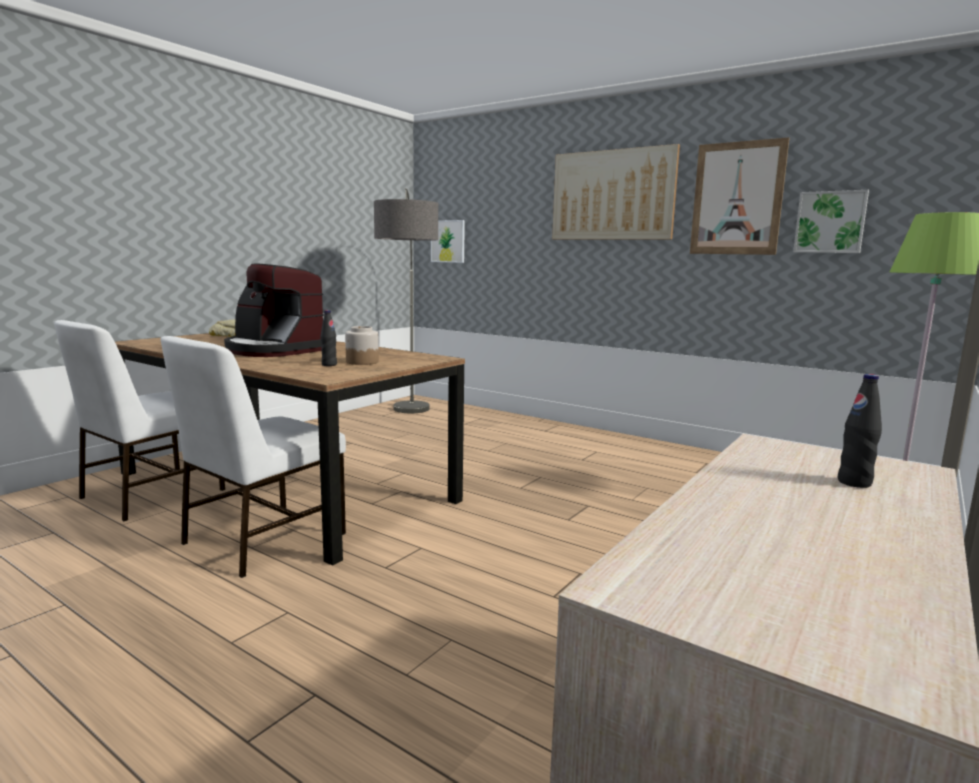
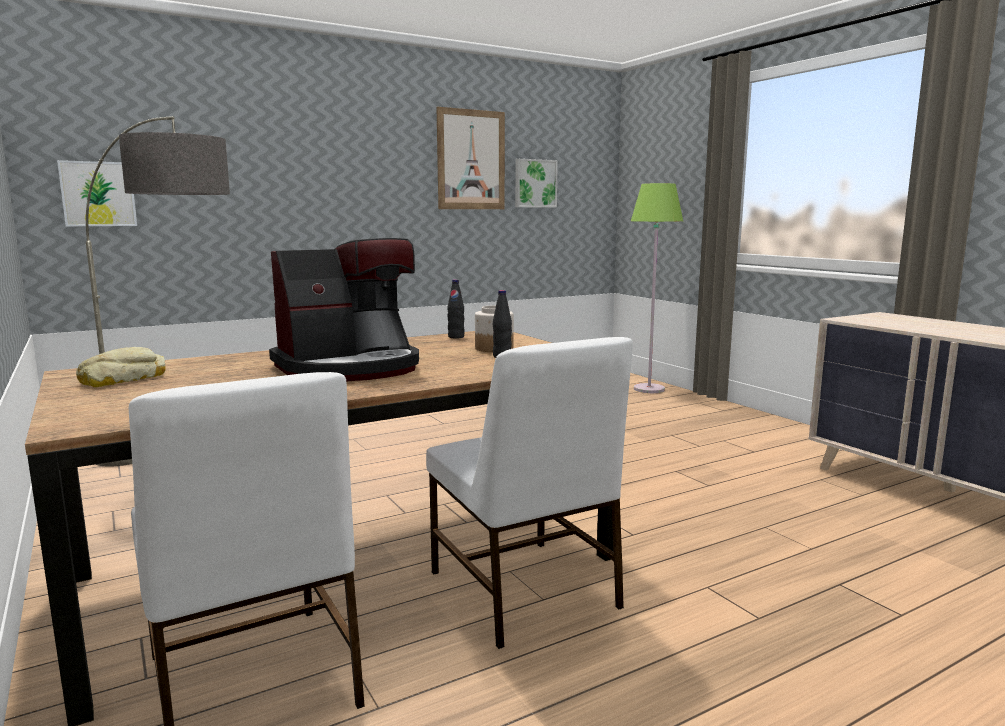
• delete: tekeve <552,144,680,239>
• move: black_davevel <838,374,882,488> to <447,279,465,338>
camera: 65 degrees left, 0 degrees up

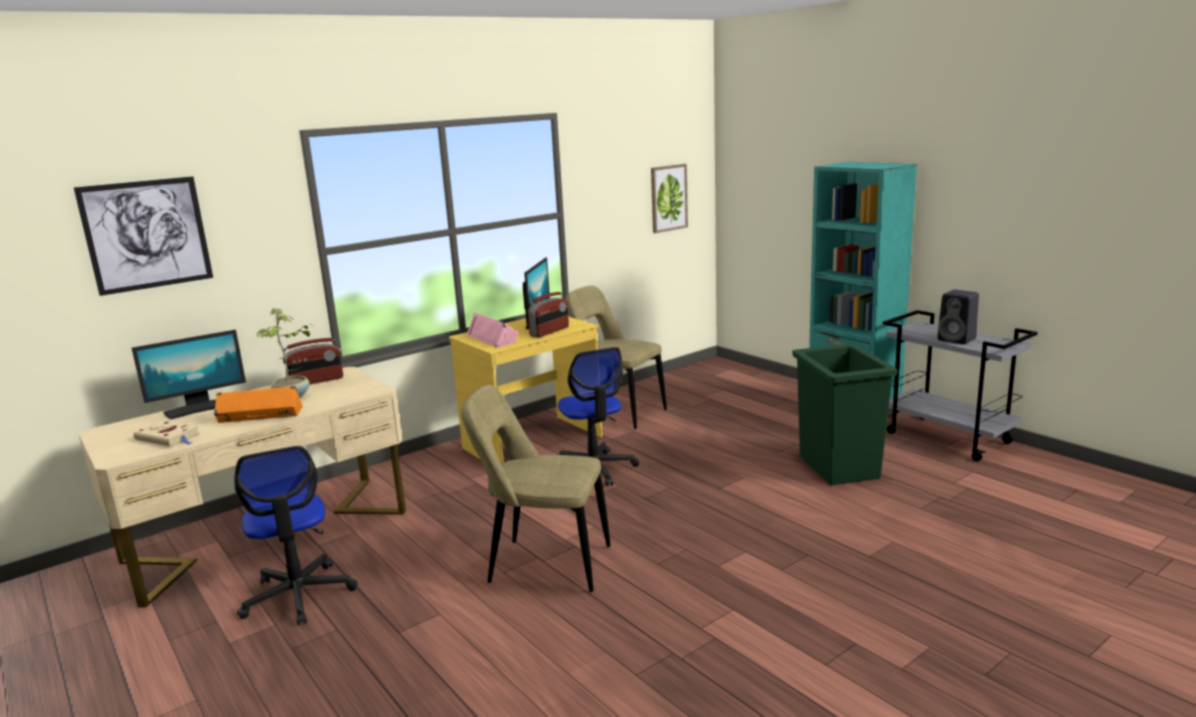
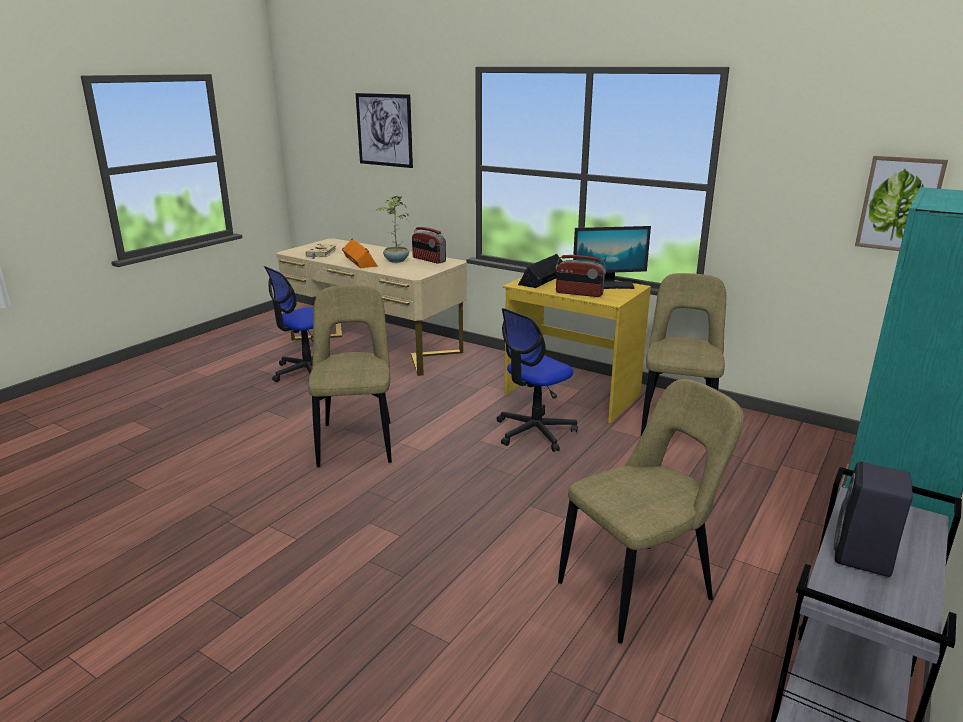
• delete: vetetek <132,330,246,420>
• replace: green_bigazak <792,344,897,485> to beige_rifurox <558,379,744,644>
• recolor: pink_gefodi <466,312,519,348> to black_gefodi <518,254,563,288>
camera: 70 degrees right, 5 degrees up

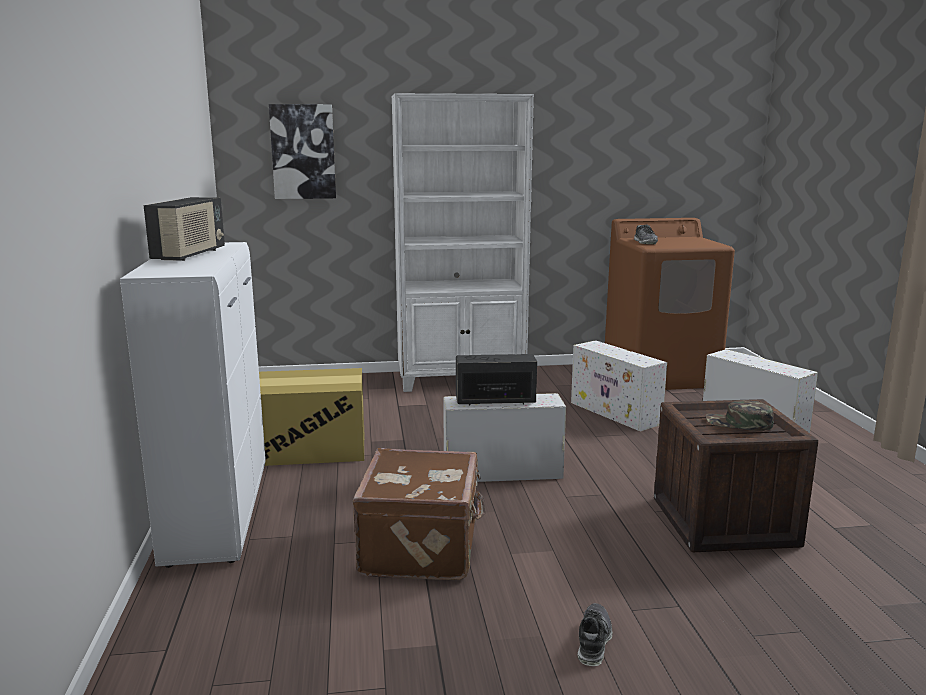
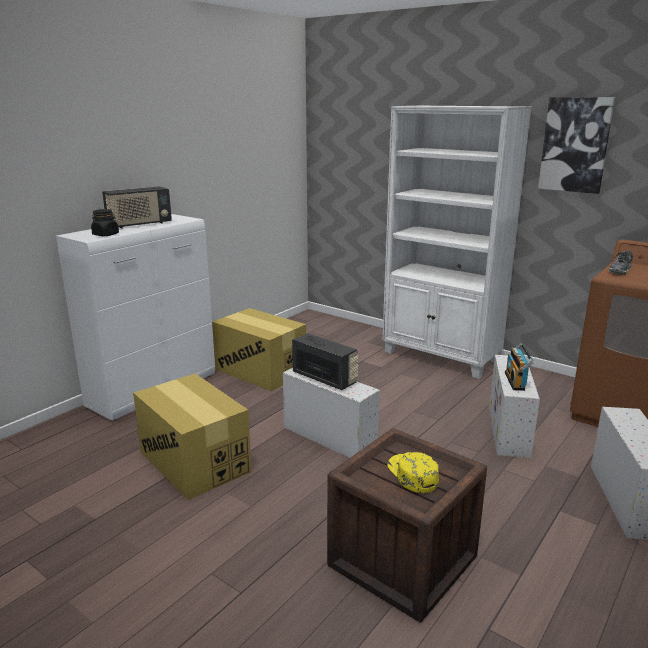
• delete: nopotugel <577,603,613,666>
• insert: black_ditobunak <91,209,119,236>
• insert: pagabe <505,343,534,391>
• move: tekeve <269,104,336,199> to <538,97,615,194>
• replace: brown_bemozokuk <352,448,485,580> to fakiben <133,374,252,500>
• recolor: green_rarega <706,400,774,431> to yellow_rarega <387,452,439,493>
camera: 45 degrees right, 5 degrees up

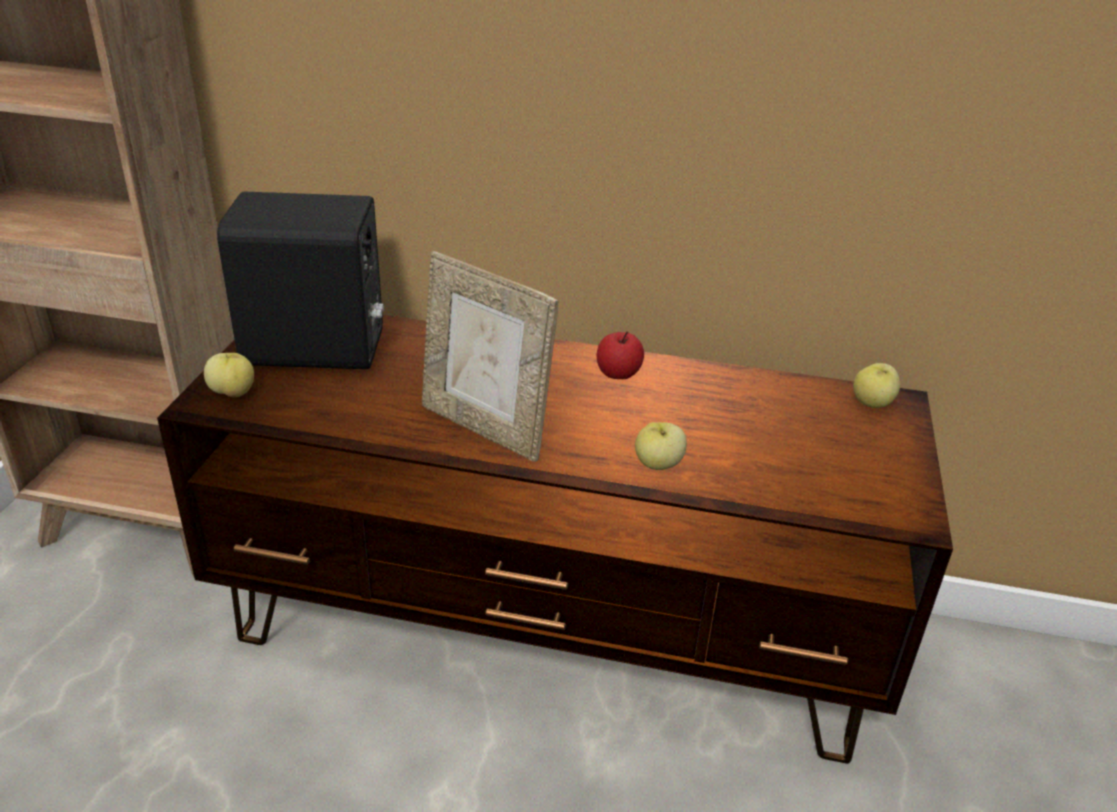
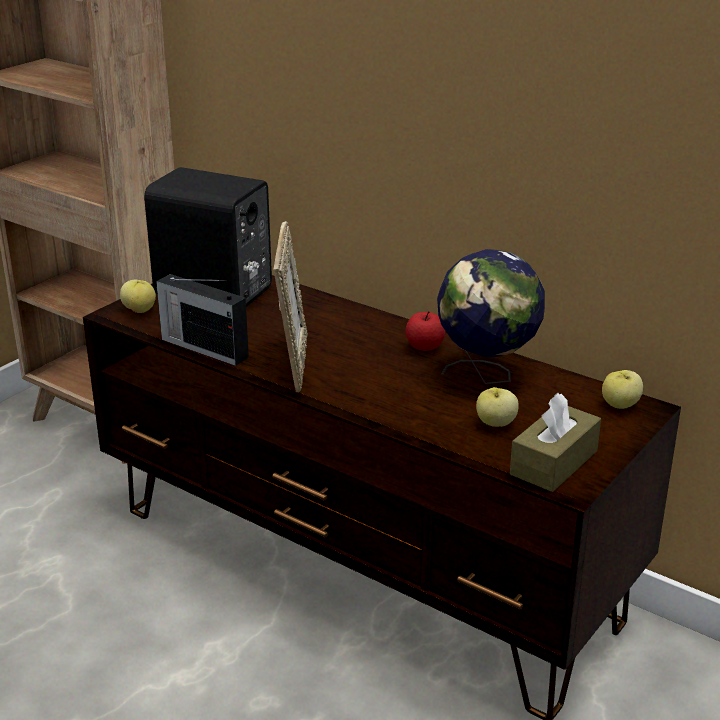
• insert: pagabe <156,274,249,366>
• insert: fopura <437,249,545,384>
• insert: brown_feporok <510,393,601,492>
• move: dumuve <635,422,687,470> to <476,387,519,427>
• rotate: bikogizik <422,251,559,462> = <273,221,308,392> 150 degrees counterclockwise
camera: 25 degrees right, 5 degrees down

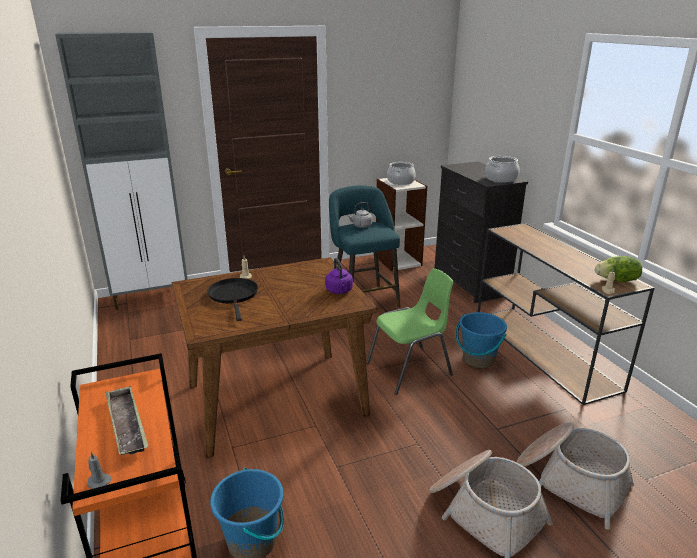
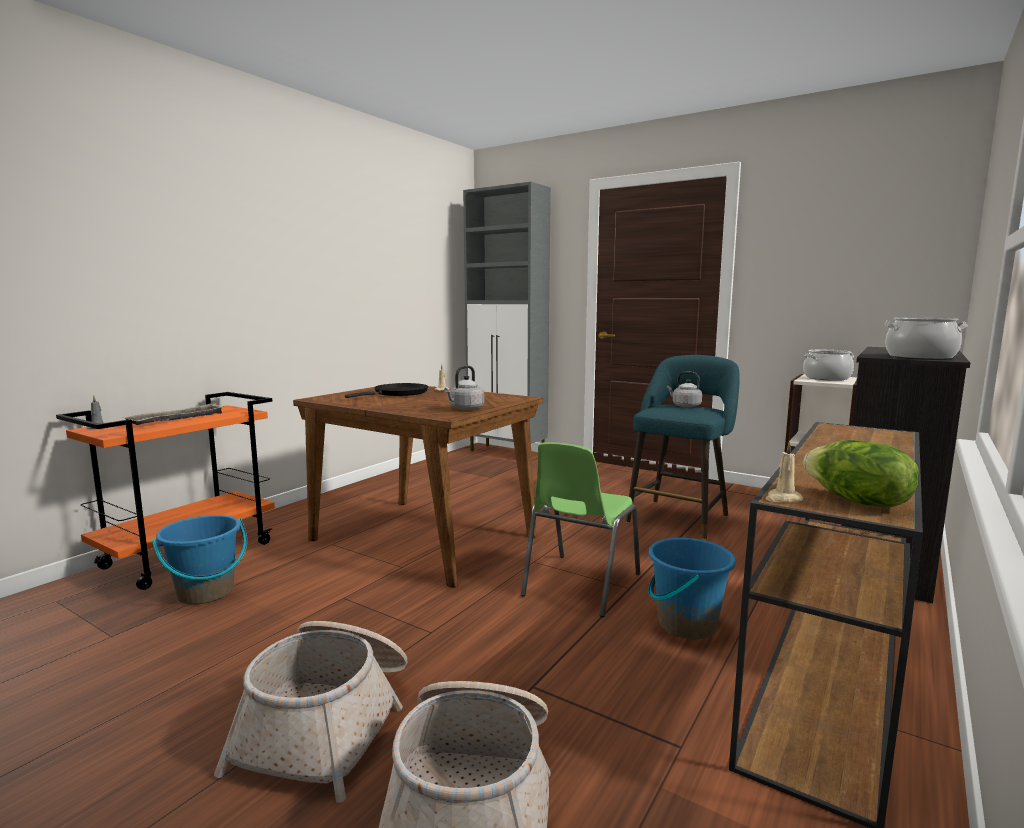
• recolor: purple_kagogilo <325,258,353,294> to grey_kagogilo <444,366,484,410>
• rotate: green_rifurox <366,268,454,395> = <521,442,640,617> 90 degrees clockwise
camera: 55 degrees right, 15 degrees down

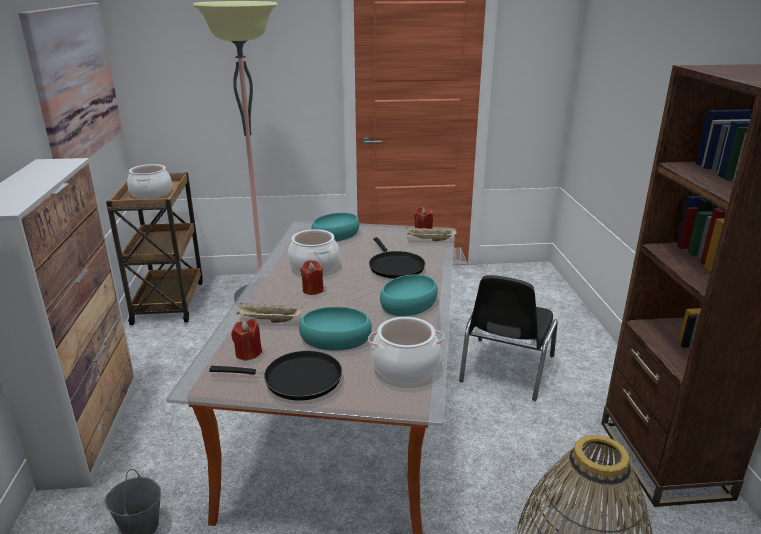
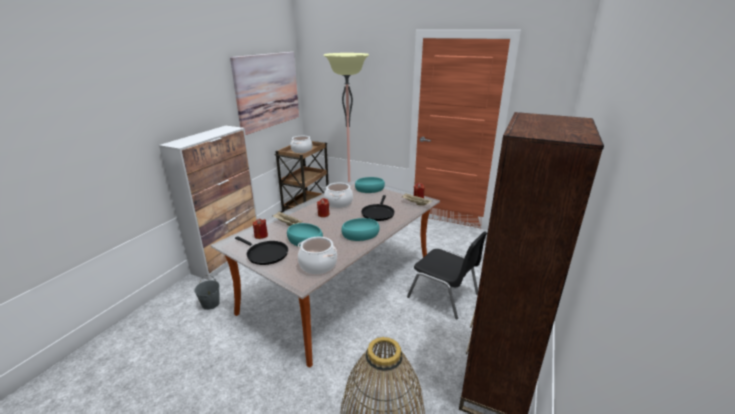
• rotate: black_rifurox <459,275,558,401> = <407,231,487,319> 105 degrees counterclockwise
camera: 30 degrees right, 0 degrees up

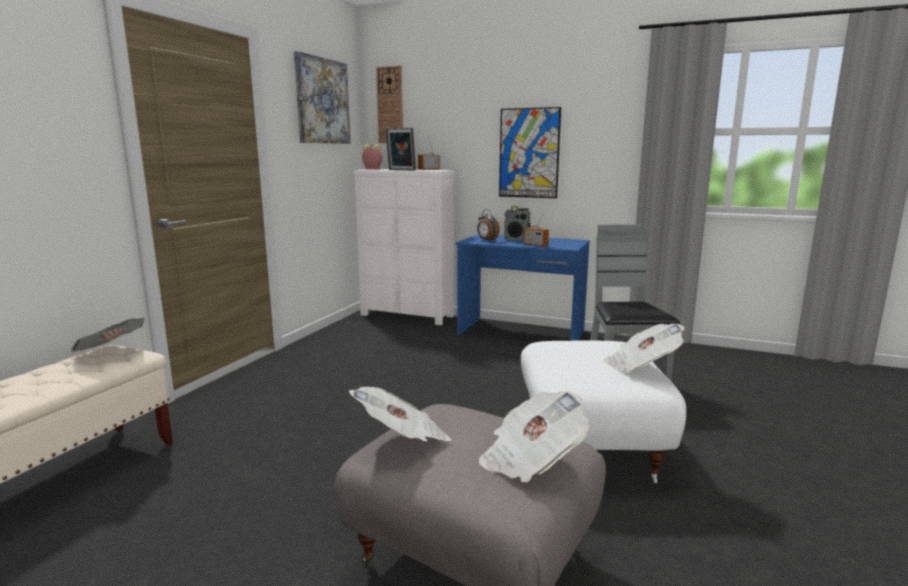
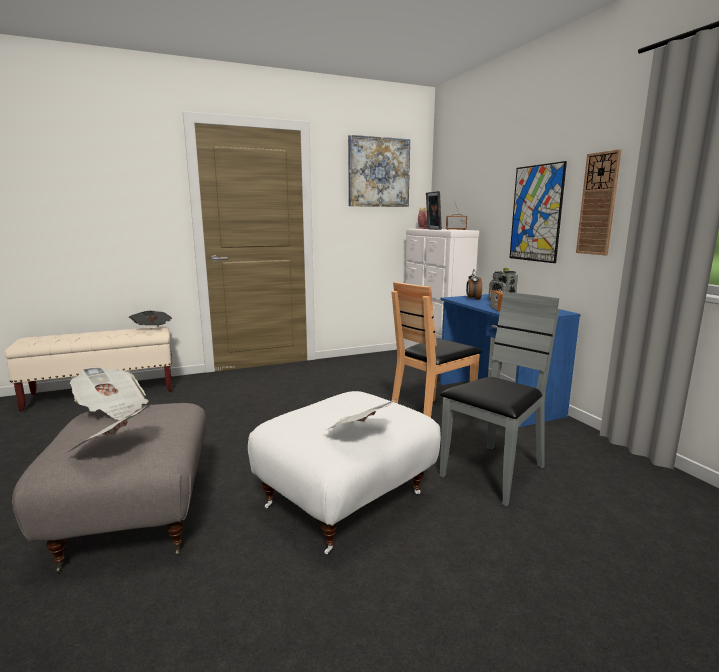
• insert: brown_rifurox <391,282,482,418>
• move: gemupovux <376,65,403,143> to <576,149,622,255>
camera: 45 degrees right, 0 degrees up

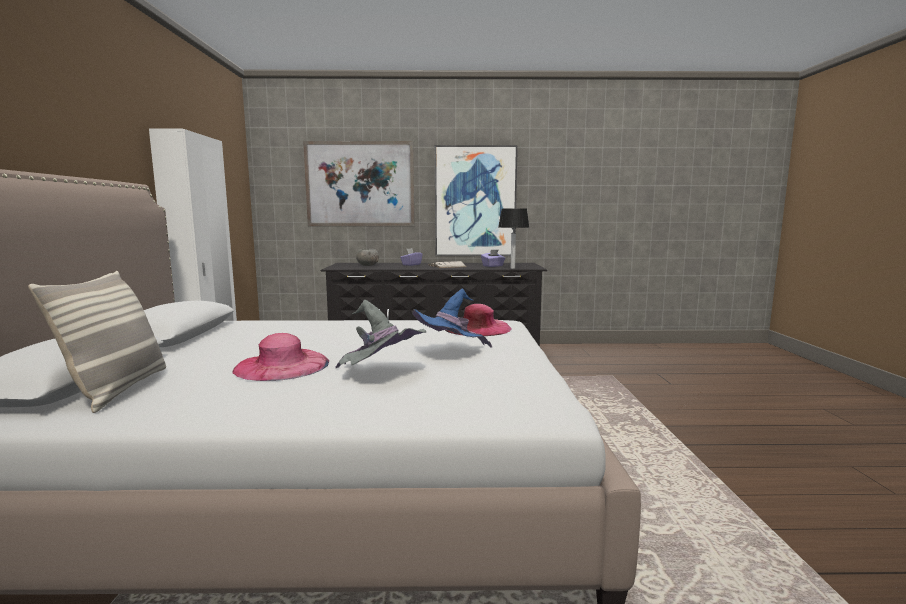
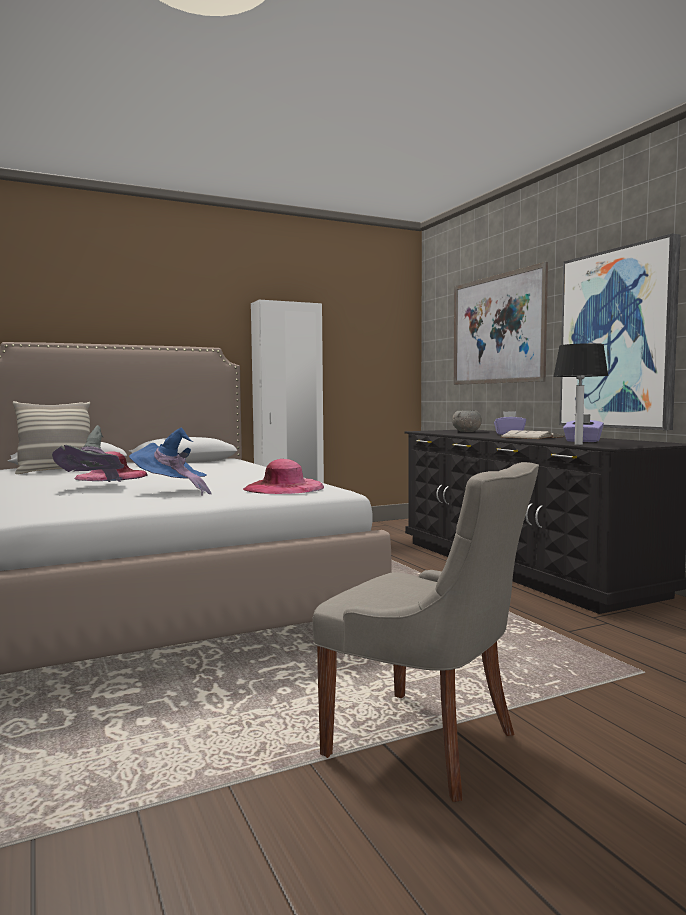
• insert: grey_rifurox <312,462,539,802>
camera: 65 degrees right, 5 degrees down

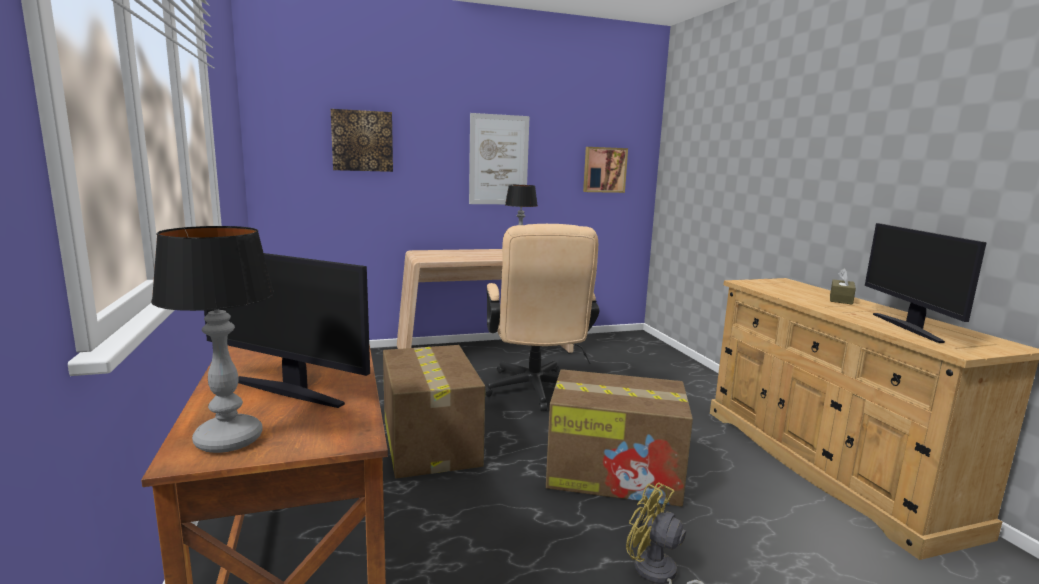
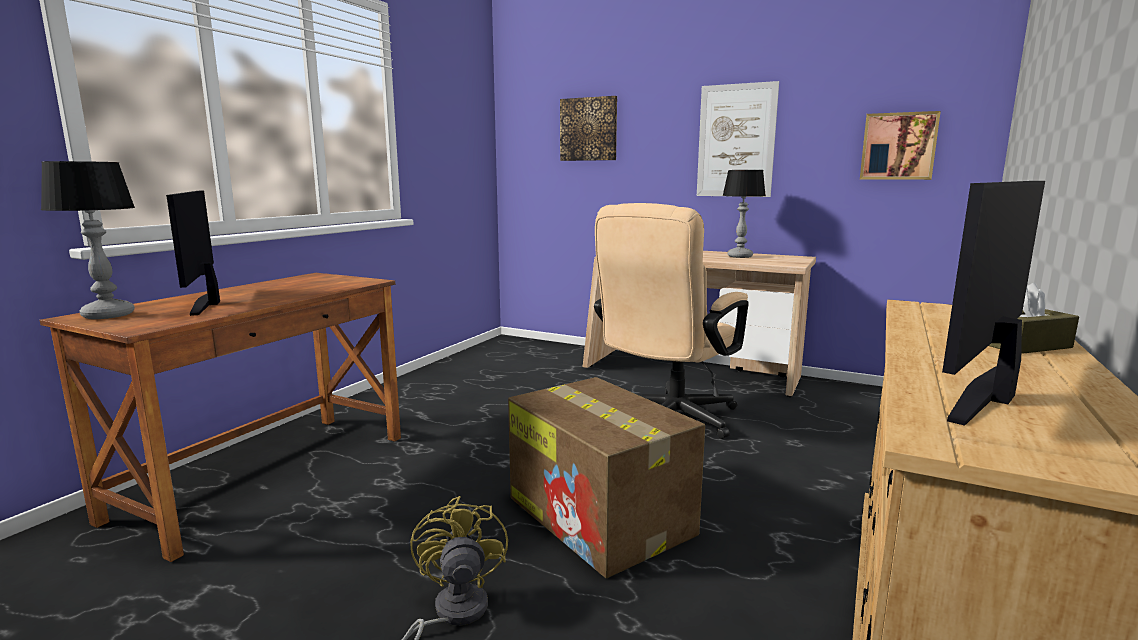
• delete: fakiben <383,345,485,478>
camera: 45 degrees right, 0 degrees up

